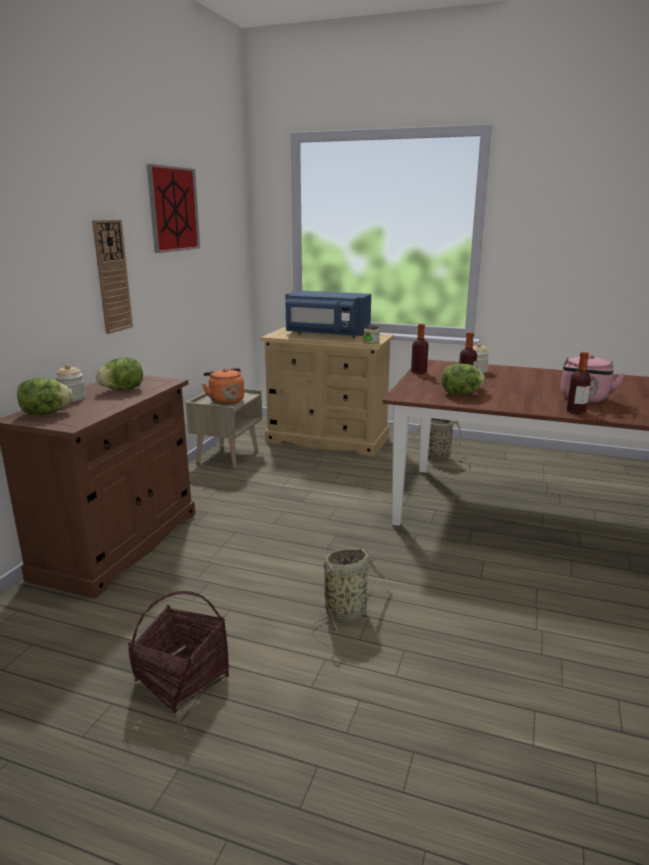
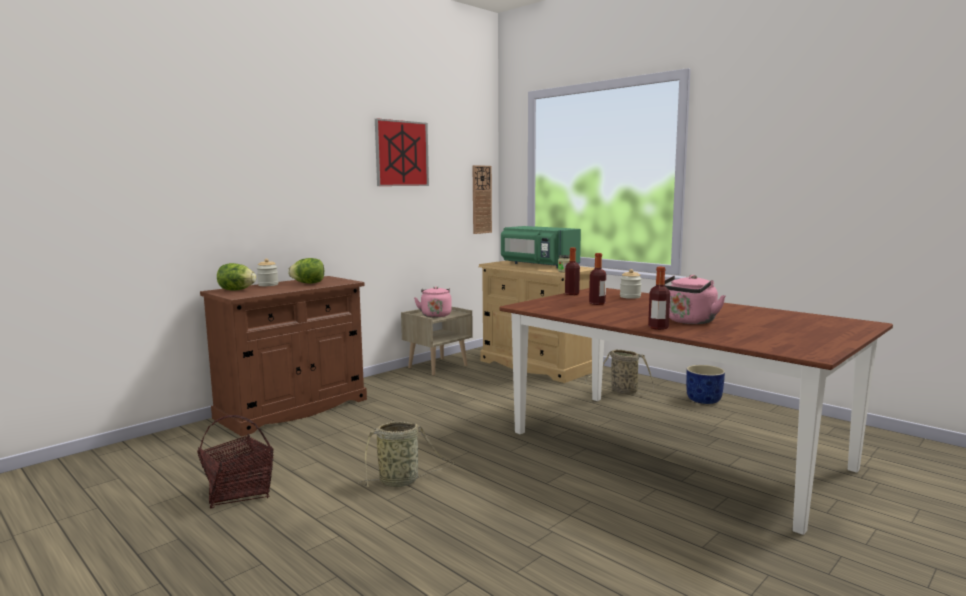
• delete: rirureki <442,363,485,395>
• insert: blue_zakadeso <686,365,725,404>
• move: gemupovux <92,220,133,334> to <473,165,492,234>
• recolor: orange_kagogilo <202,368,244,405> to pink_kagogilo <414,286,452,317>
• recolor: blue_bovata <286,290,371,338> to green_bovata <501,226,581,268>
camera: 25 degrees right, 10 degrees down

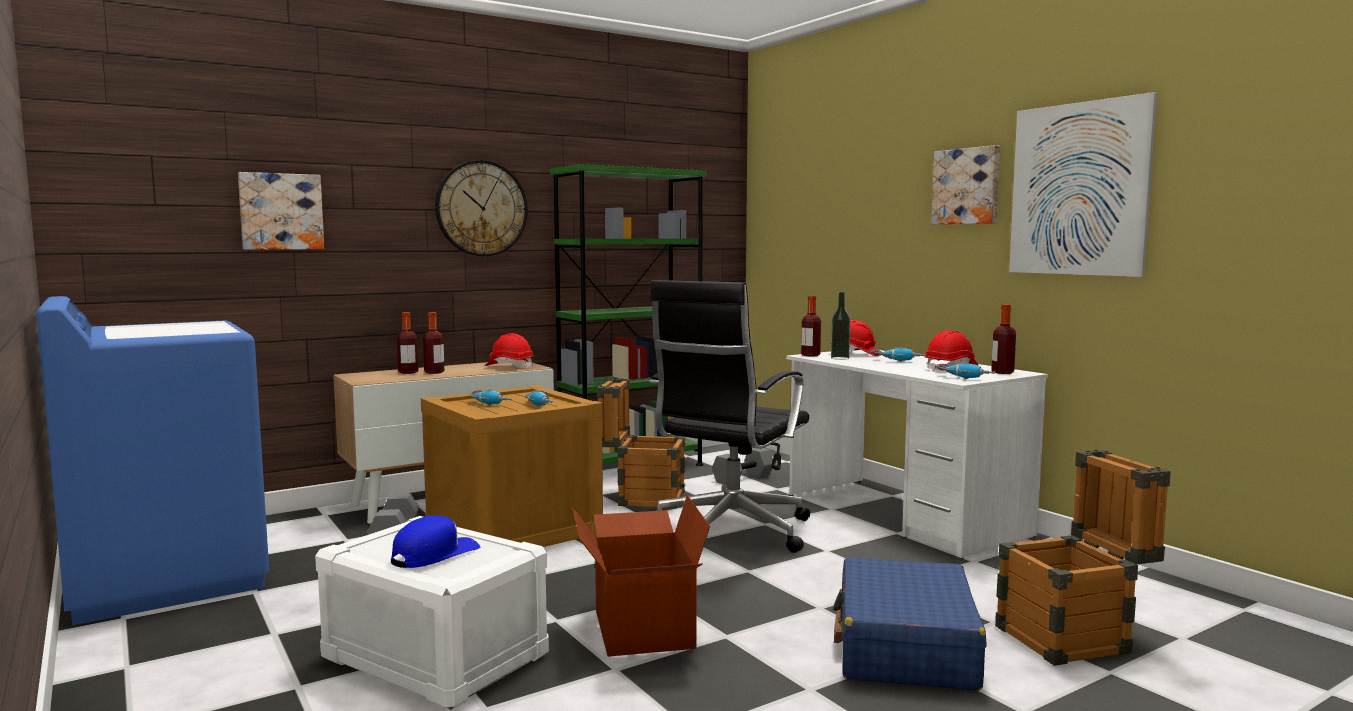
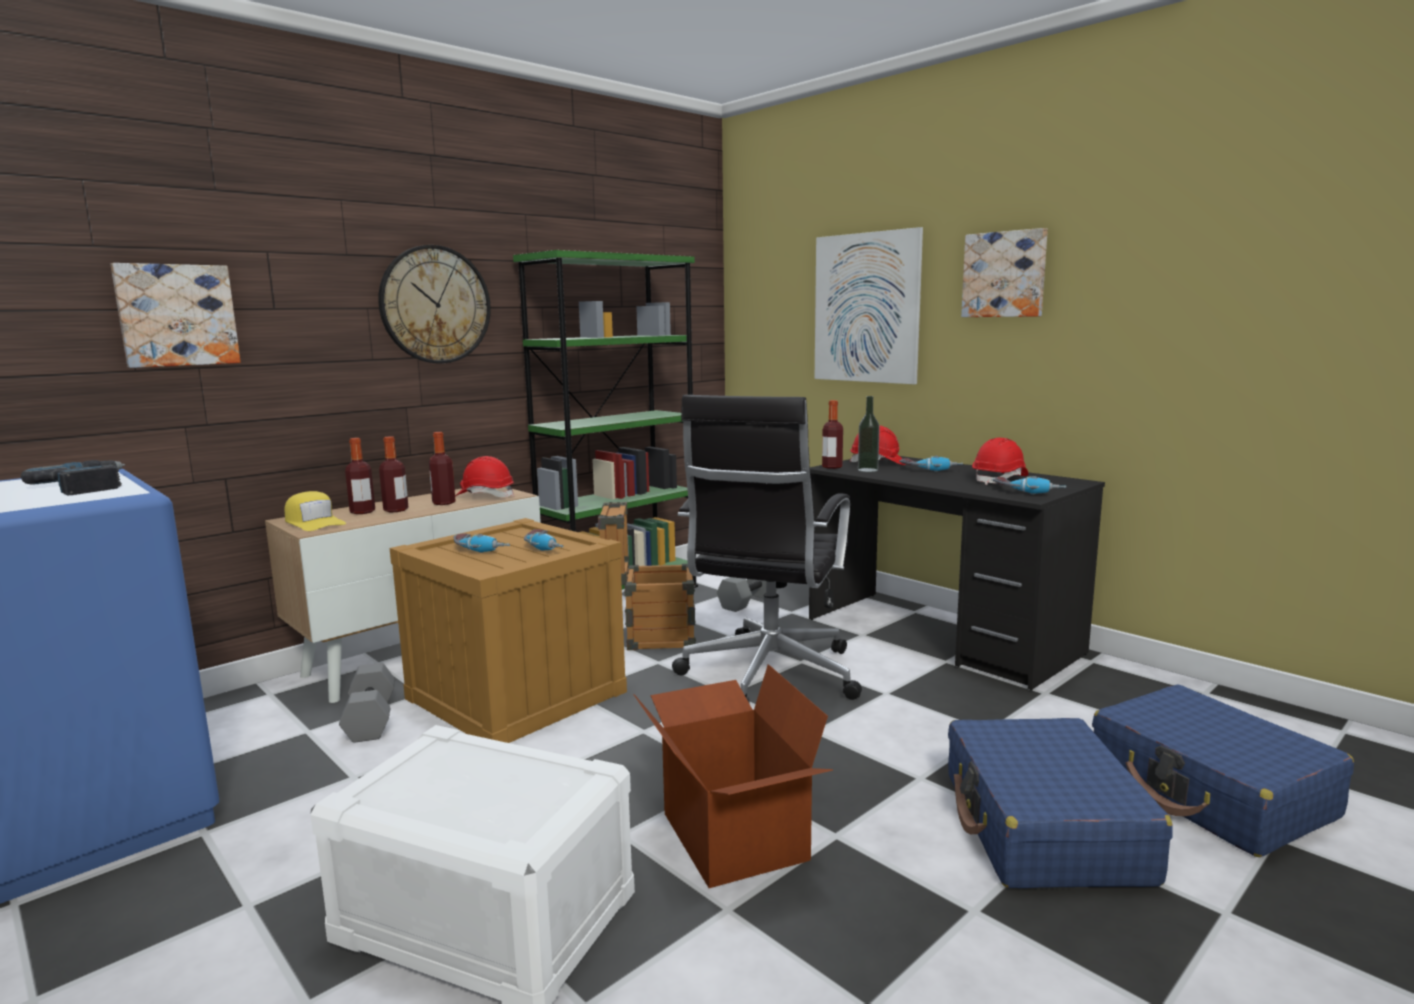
• delete: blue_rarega <391,515,480,568>
• insert: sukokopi <21,460,125,495>
• insert: yellow_rarega <285,491,346,531>
• move: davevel <991,304,1016,374> to <429,432,456,505>
• move: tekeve <1009,92,1157,277> to <815,227,923,384>
• replace: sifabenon <995,450,1171,666> to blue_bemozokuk <1092,684,1354,857>
• recolor: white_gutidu <786,350,1048,559> to black_gutidu <809,456,1105,690>
camera: 10 degrees left, 5 degrees up

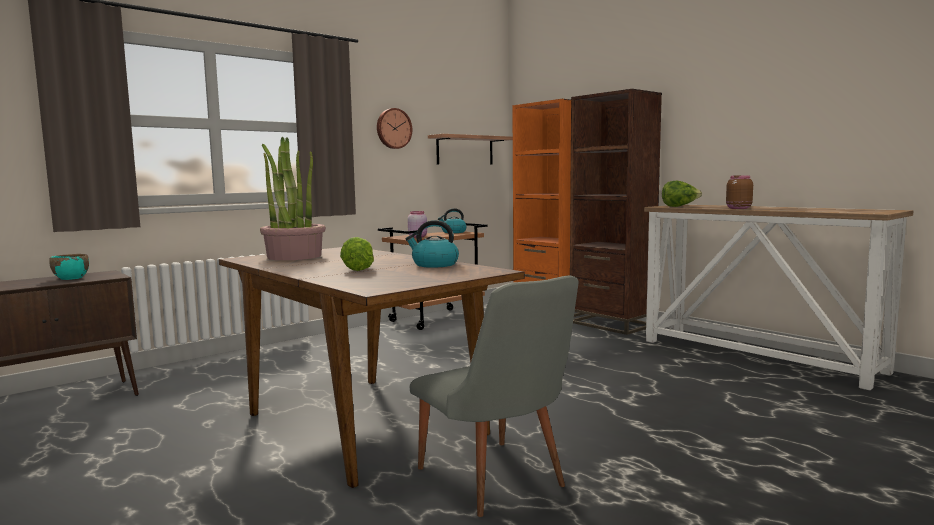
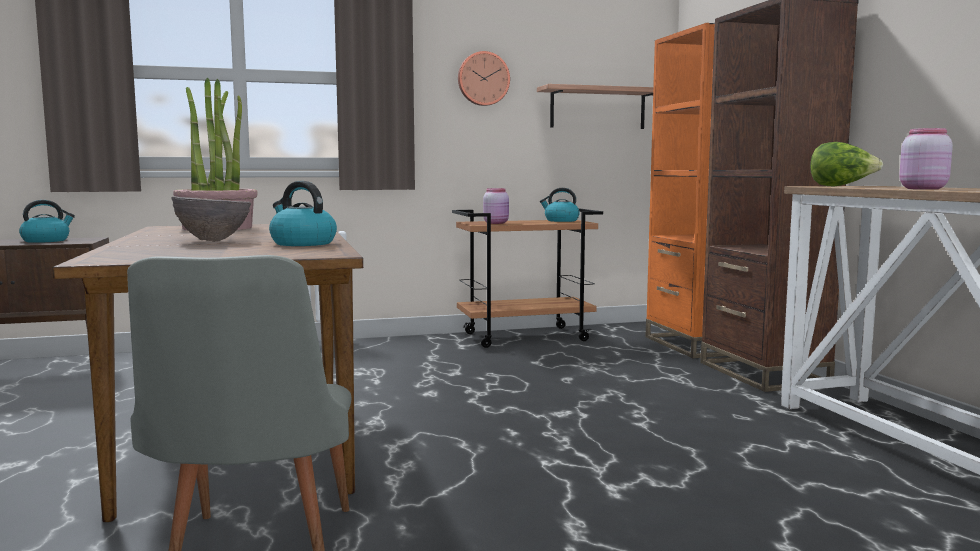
• replace: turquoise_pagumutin <49,254,89,280> to kagogilo <19,200,75,243>
• replace: rirureki <340,237,374,271> to brown_pagumutin <171,196,251,242>
• recolor: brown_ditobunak <726,175,753,209> to pink_ditobunak <899,128,953,189>
camera: 25 degrees right, 0 degrees up

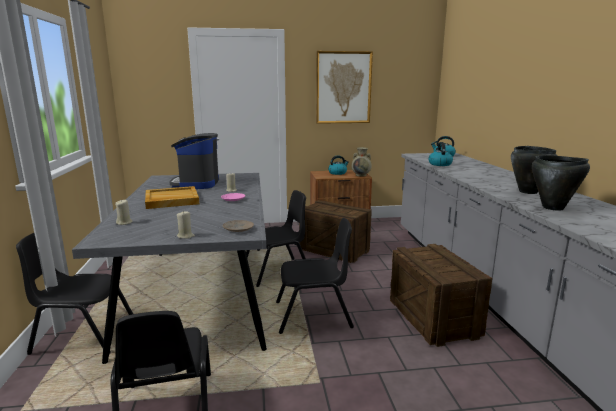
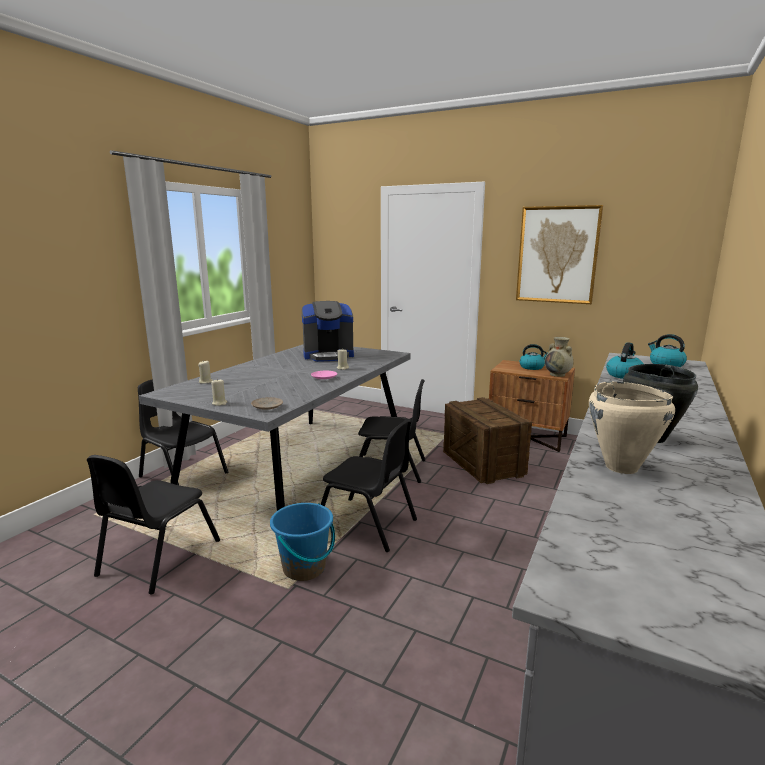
• delete: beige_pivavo <145,186,199,209>
• delete: sifabenon <390,244,493,347>
• insert: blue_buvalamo <270,503,335,581>
• recolor: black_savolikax <532,155,590,211> to beige_savolikax <589,381,675,474>
• rotate: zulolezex <169,133,219,189> = <302,301,354,362> 135 degrees counterclockwise
camera: 35 degrees right, 0 degrees up

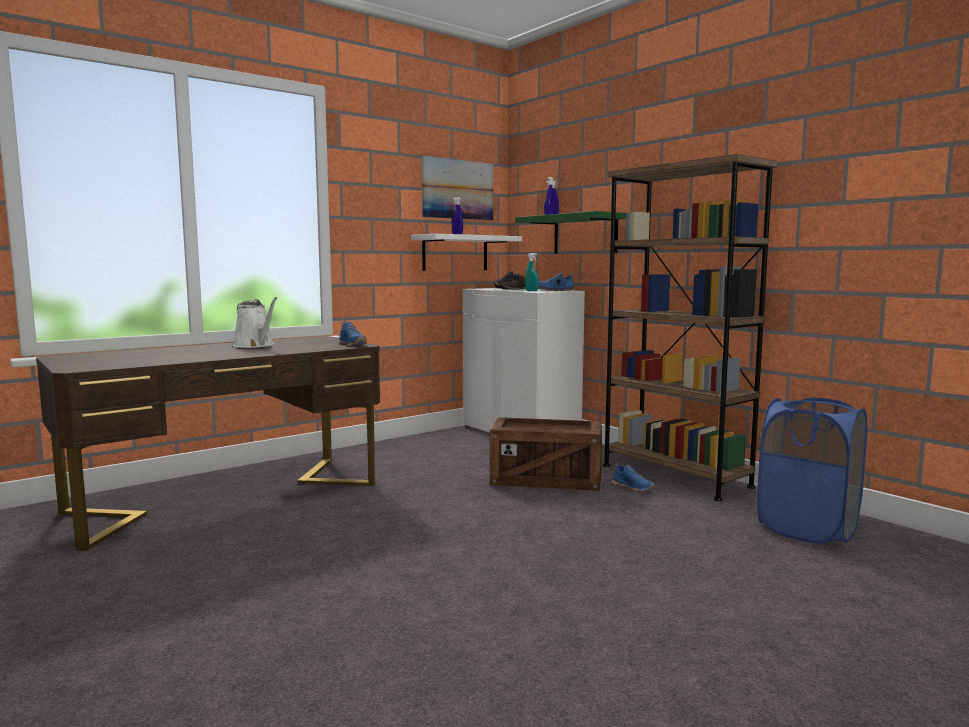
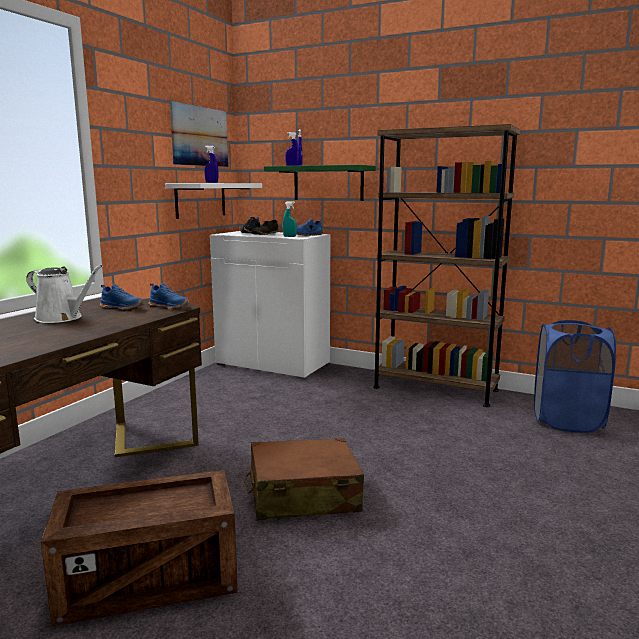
• insert: brown_bemozokuk <244,438,364,520>
• move: sifabenon <490,417,602,491> to <41,470,237,627>
• move: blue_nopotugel <612,463,654,492> to <100,284,143,310>
camera: 25 degrees left, 5 degrees up

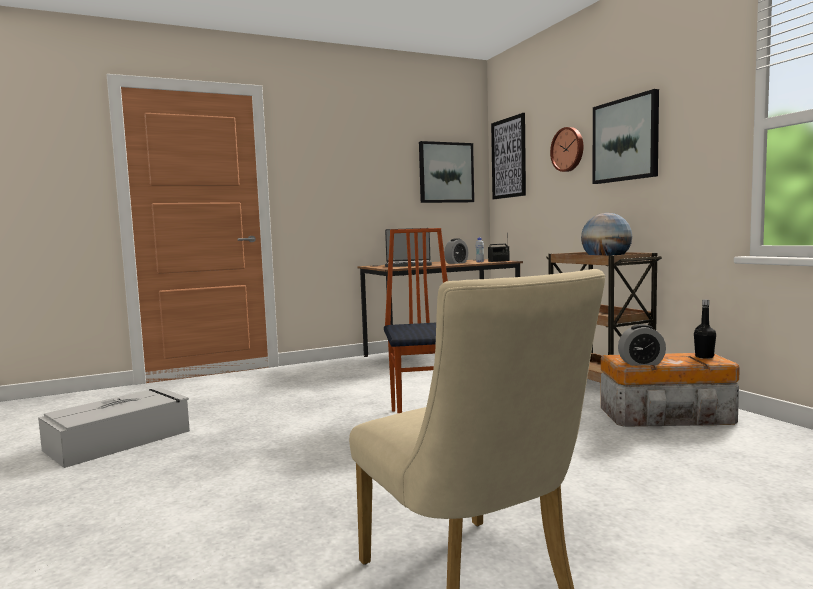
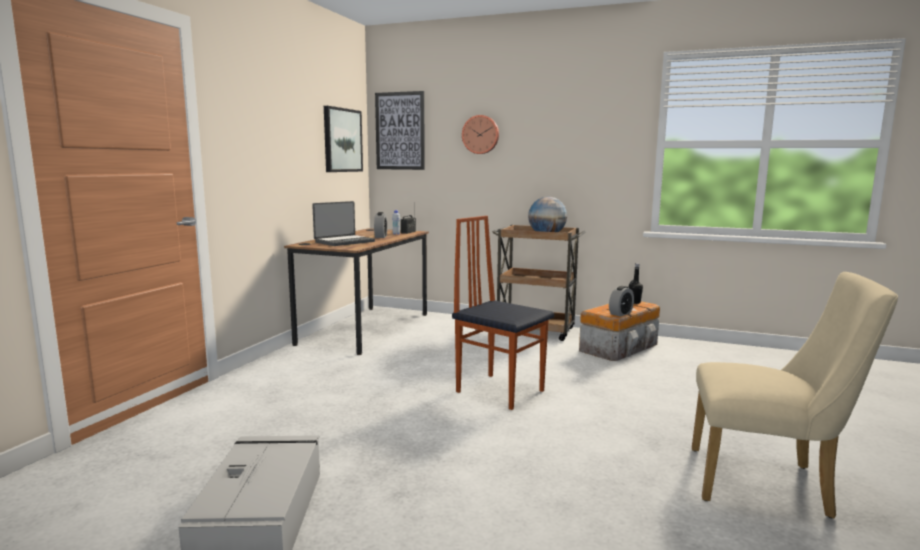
• delete: tekeve <593,89,659,184>
camera: 45 degrees left, 5 degrees up

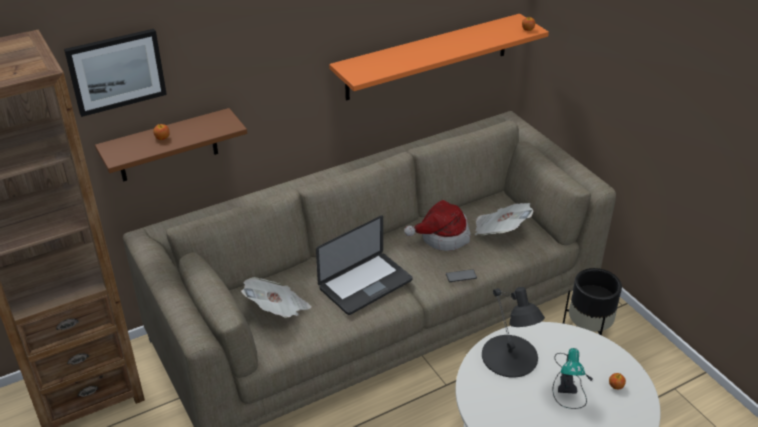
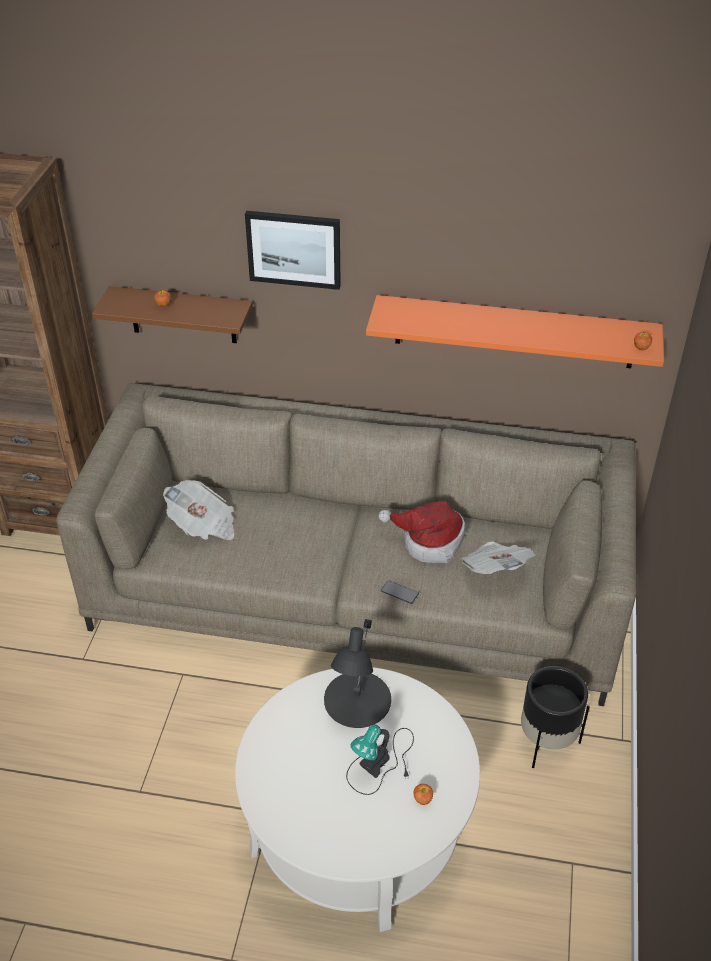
• delete: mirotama <316,215,413,315>
• move: tekeve <64,29,167,117> to <245,211,341,290>
camera: 40 degrees right, 5 degrees up

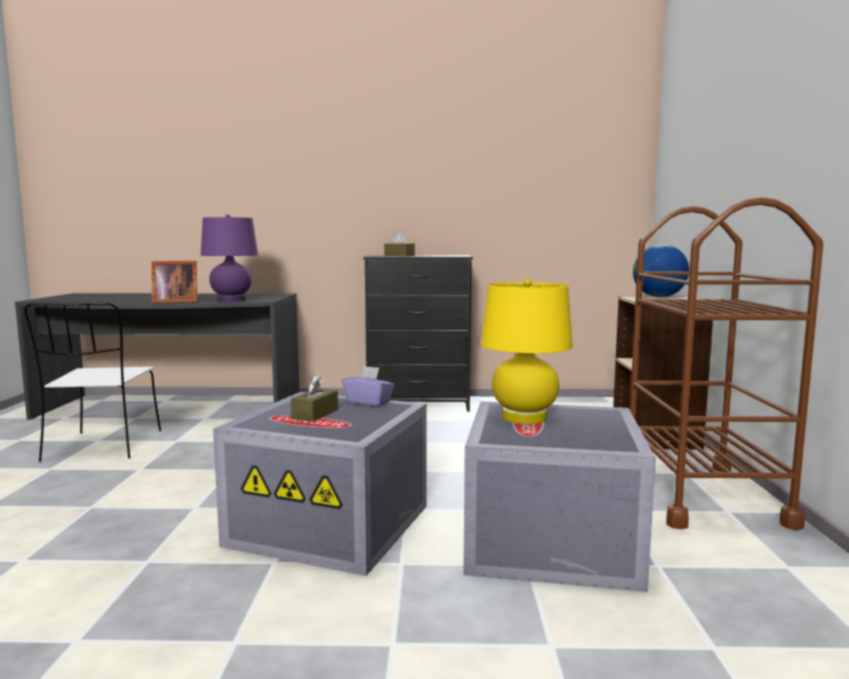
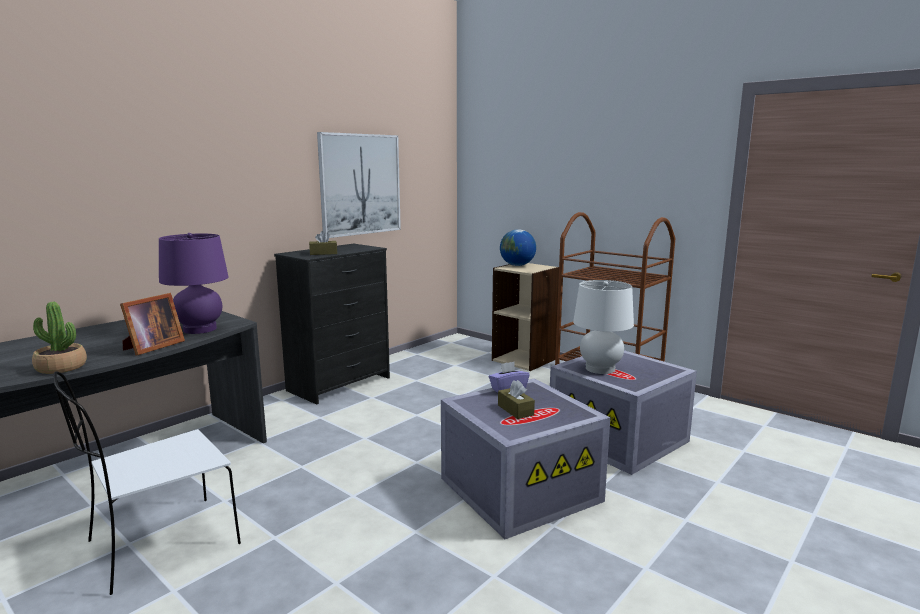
• insert: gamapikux <32,302,87,374>
• insert: tekeve <317,132,401,238>
• recolor: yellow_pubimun <481,279,573,424> to white_pubimun <573,280,634,374>
• rotate: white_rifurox <24,303,161,462> = <53,371,241,595> 105 degrees clockwise
camera: 50 degrees left, 5 degrees up

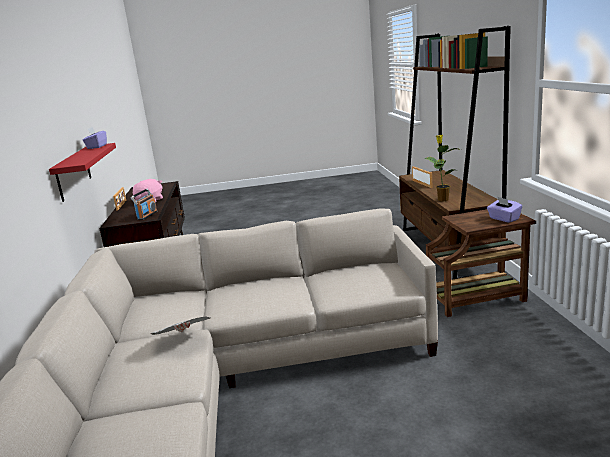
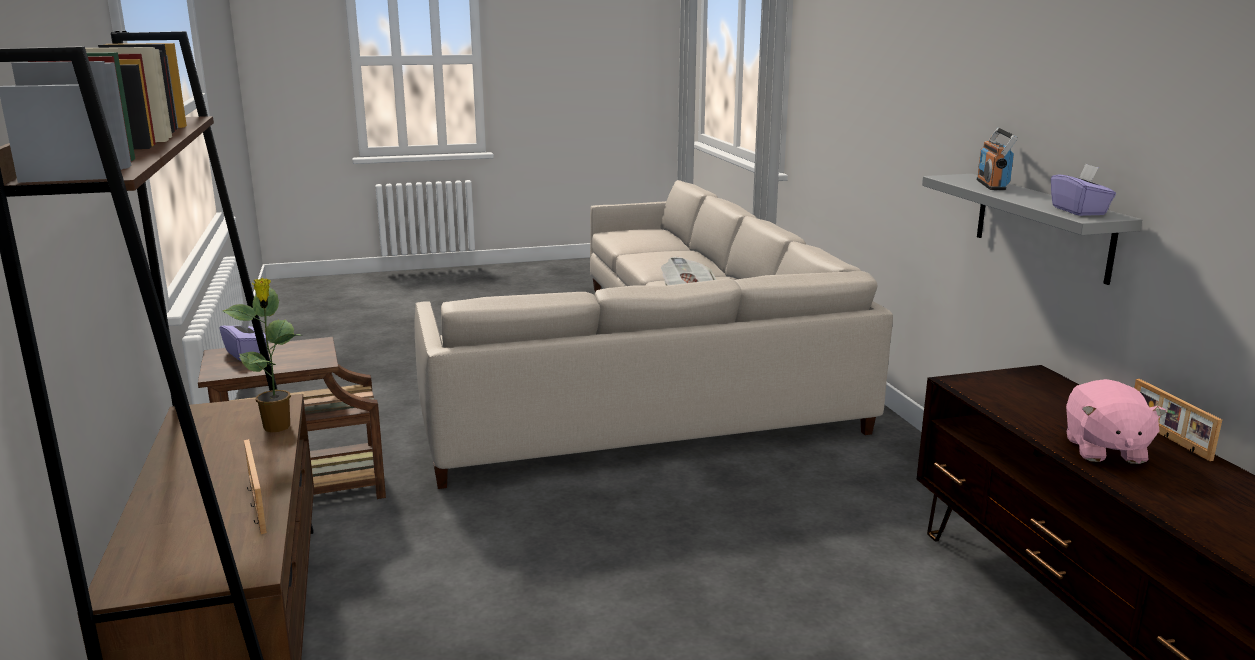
• move: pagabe <130,189,157,220> to <977,128,1018,190>
• recolor: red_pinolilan <49,143,116,202> to grey_pinolilan <922,174,1142,285>
camera: 170 degrees right, 0 degrees up

